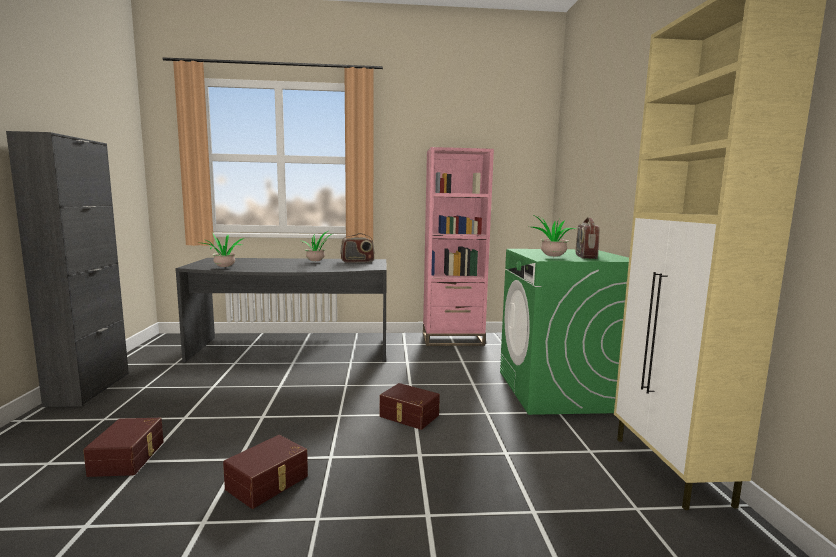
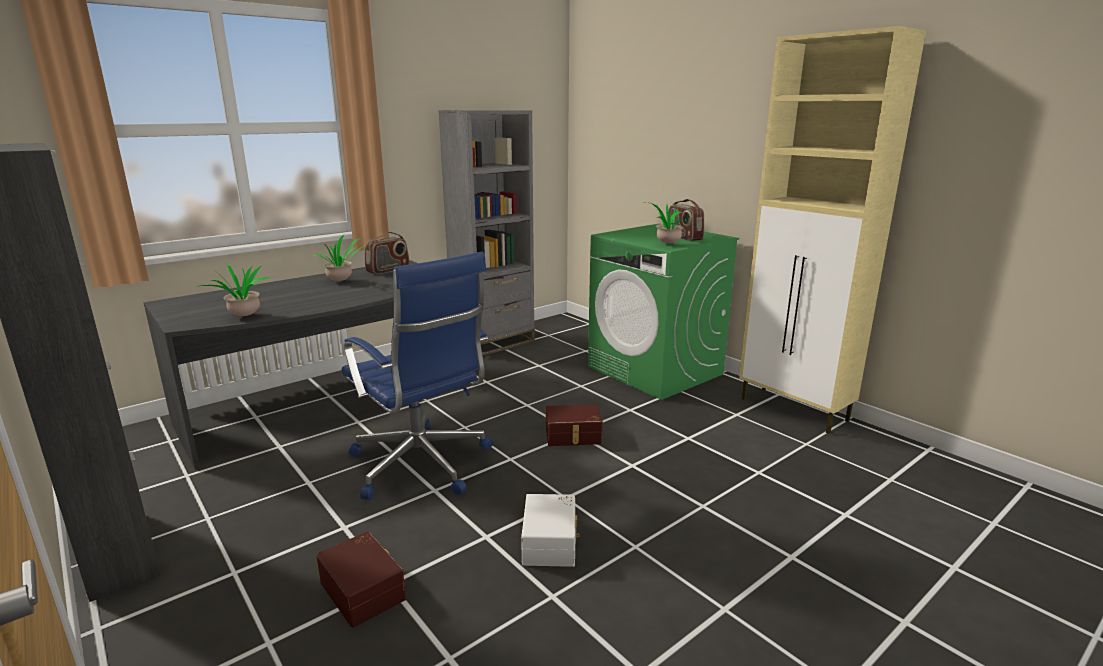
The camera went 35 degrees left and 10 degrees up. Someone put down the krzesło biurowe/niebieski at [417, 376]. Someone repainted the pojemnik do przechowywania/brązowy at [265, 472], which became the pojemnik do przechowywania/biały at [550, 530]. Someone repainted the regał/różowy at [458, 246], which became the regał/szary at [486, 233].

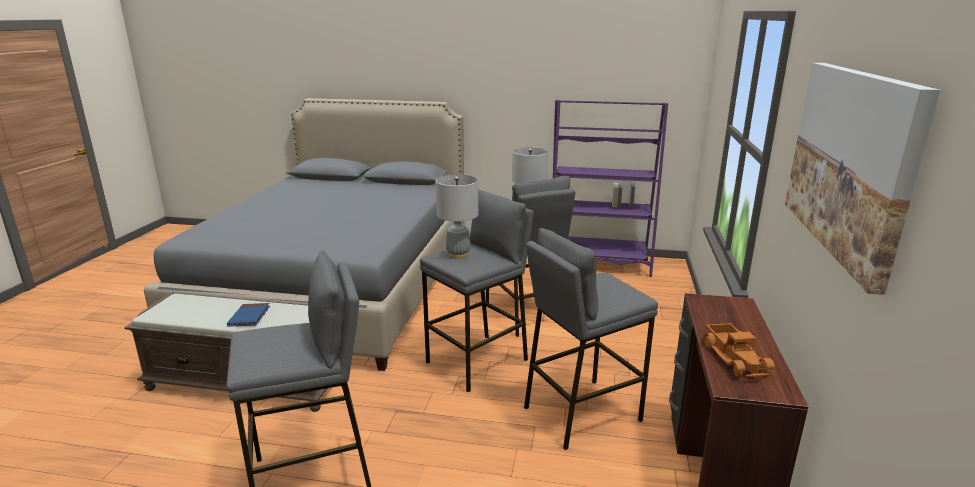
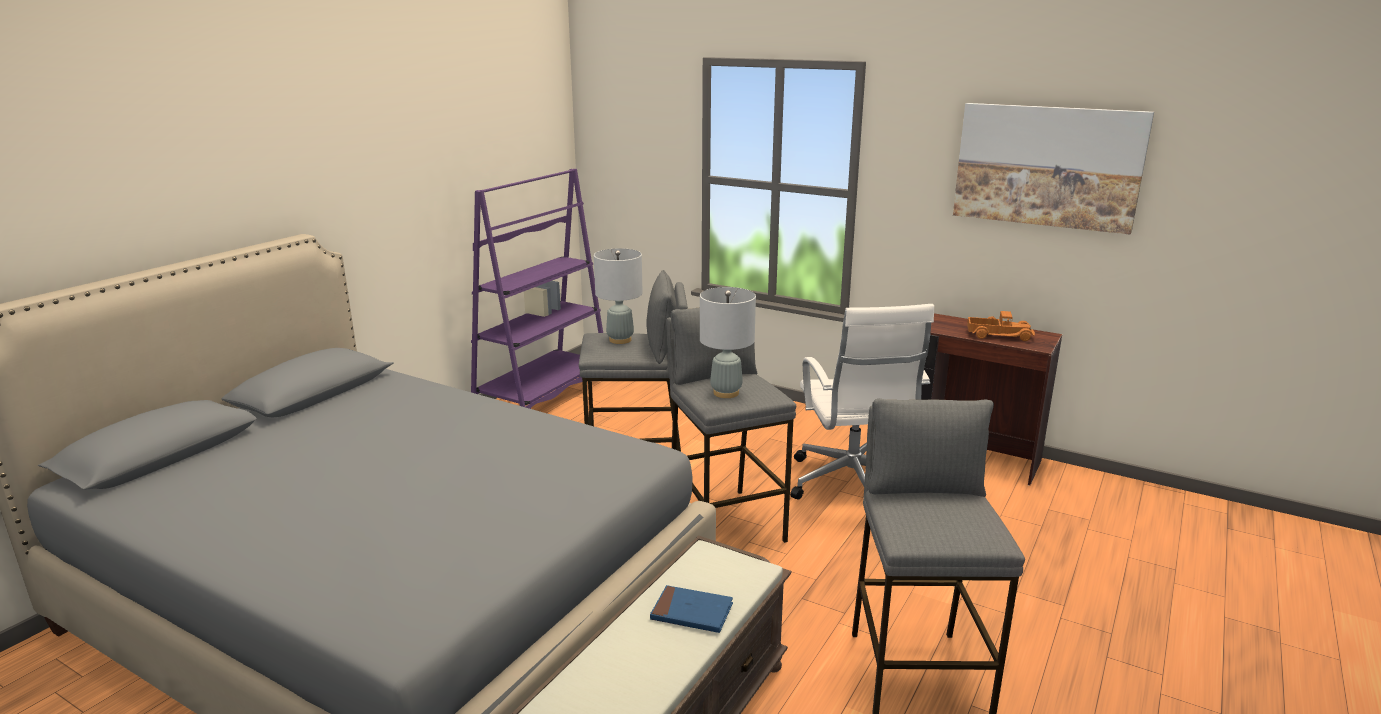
The camera went 70 degrees left and 0 degrees up. Someone swapped the stołek/szary at [591, 339] for the krzesło biurowe/biały at [862, 402].

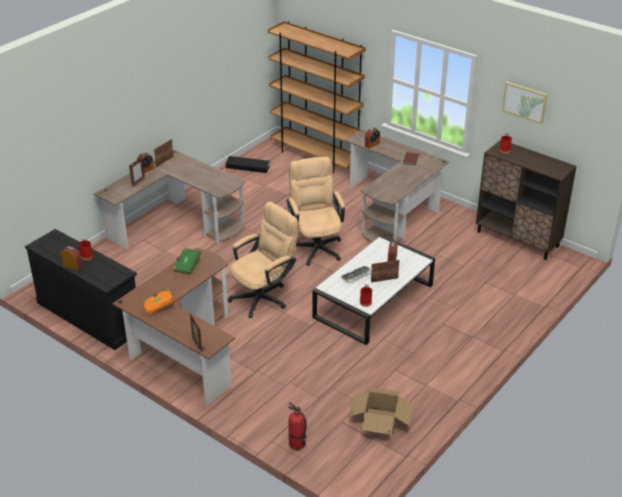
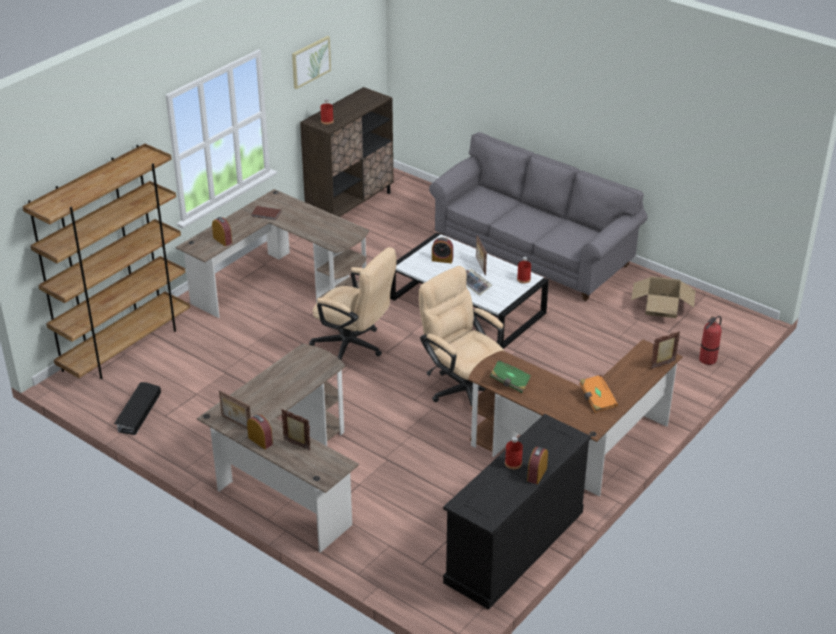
The camera went 90 degrees left and 0 degrees up. Someone put down the kanapa/szary at [538, 216]. Someone rotated the krzesło biurowe/beżowy at [316, 211] by 135 degrees counterclockwise.

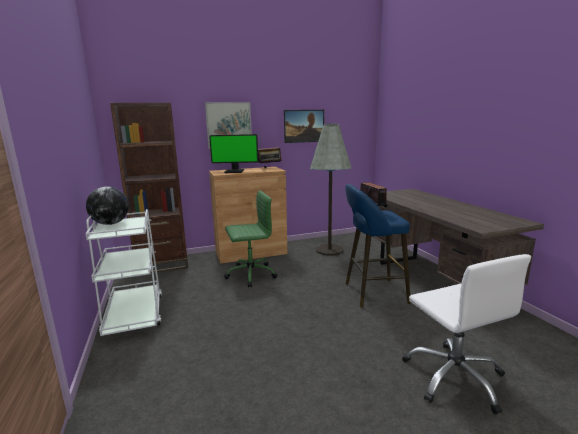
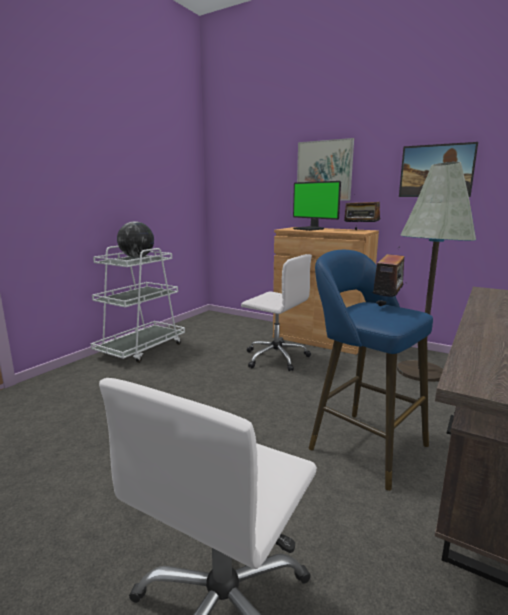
The camera went 50 degrees right and 0 degrees up. Someone took away the regał/brązowy at [149, 188]. Someone repainted the krzesło biurowe/zielony at [250, 239], which became the krzesło biurowe/biały at [276, 313].

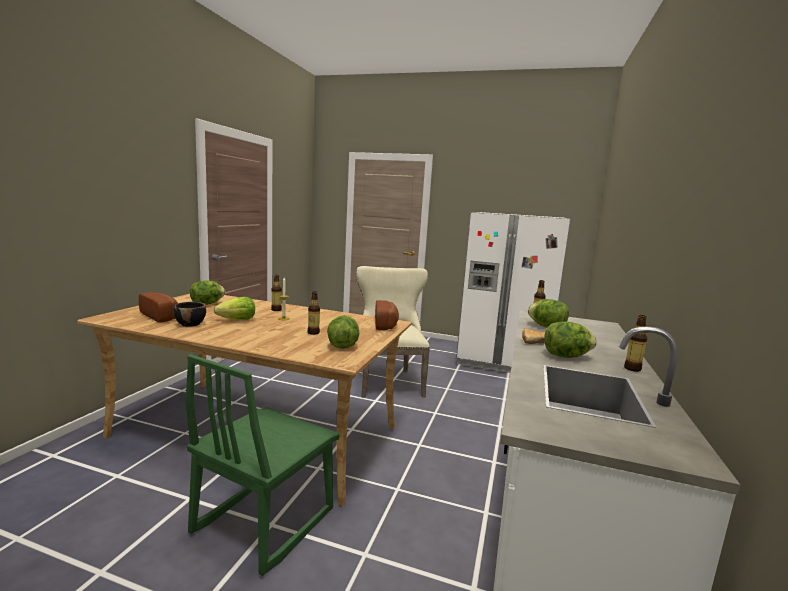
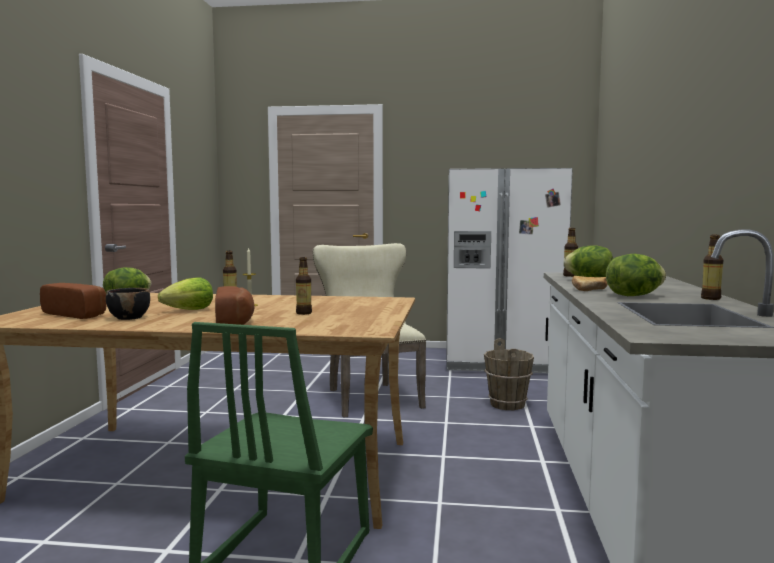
The camera went 10 degrees left and 5 degrees down. Someone took away the sałata at [343, 332]. Someone put down the wiadro/brązowy at [509, 374]. Someone carried the chleb from [387, 315] to [235, 305].

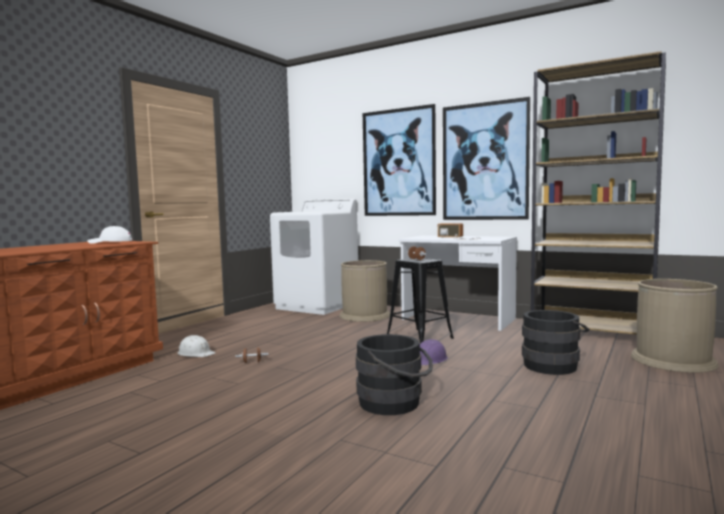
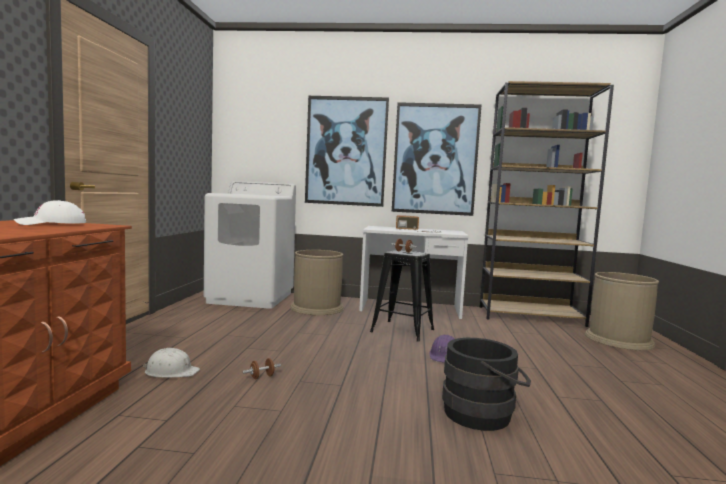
The camera went 25 degrees left and 0 degrees up. Someone took away the wiadro/czarny at [556, 342].

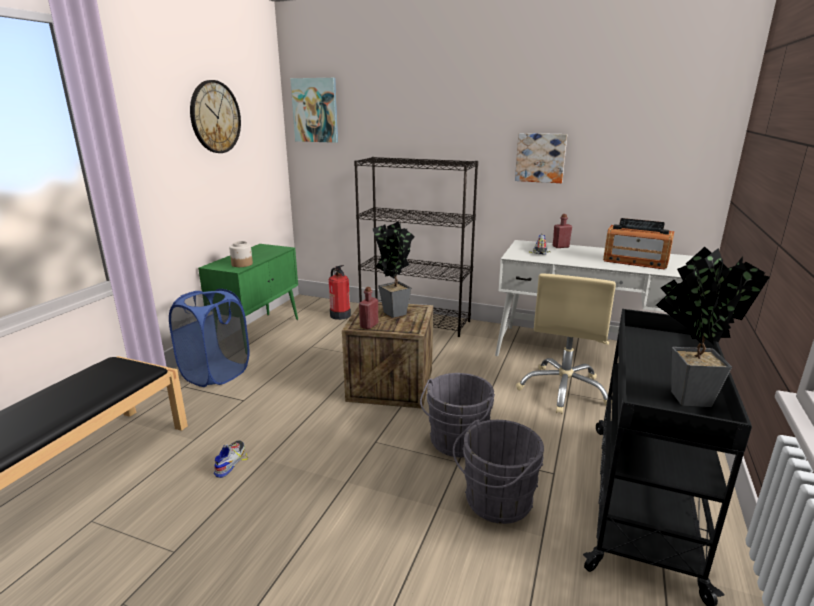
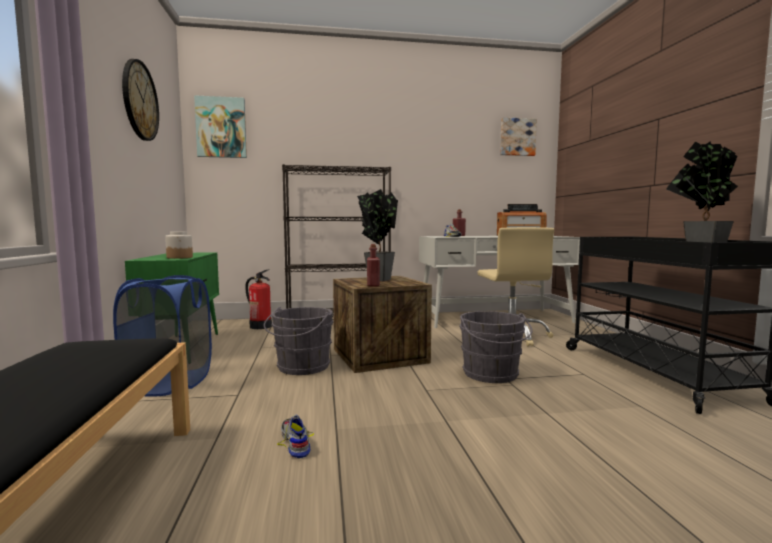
The camera went 30 degrees left and 15 degrees down. Someone carried the wiadro/szary from [498, 472] to [299, 341]. Someone carried the obraz from [541, 158] to [518, 136].

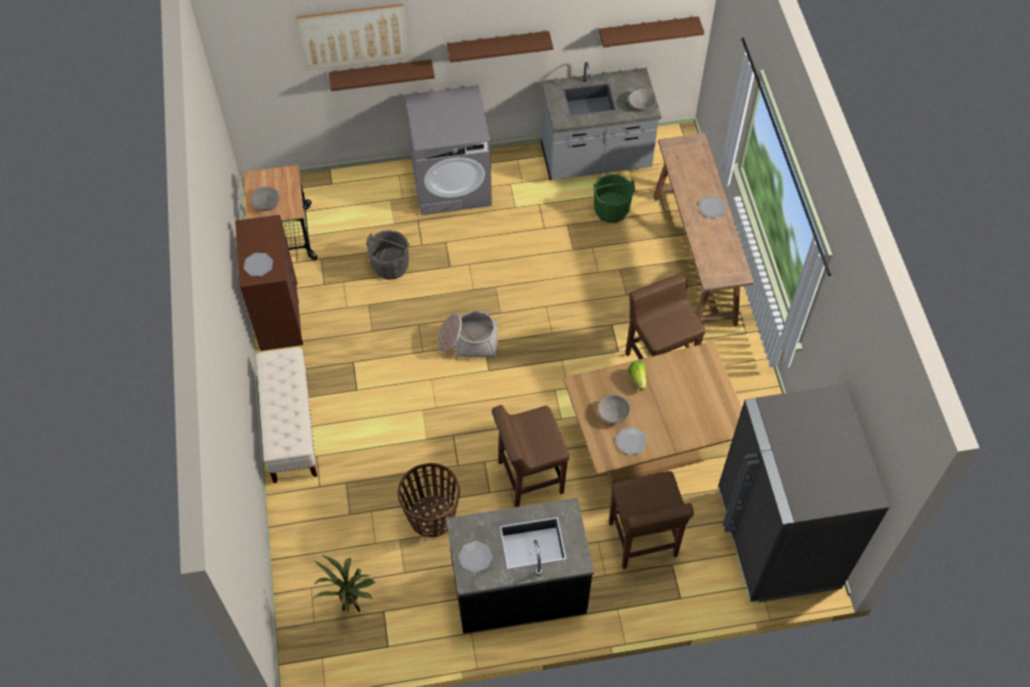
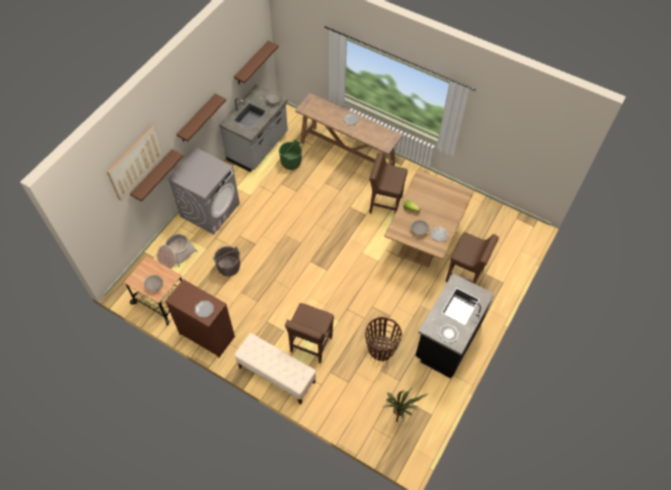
The camera went 50 degrees left and 0 degrees up. Someone took away the lodówka/szary at [804, 493]. Someone carried the koszyk from [467, 335] to [177, 251]. Someone carried the stołek/brązowy from [530, 456] to [309, 333].

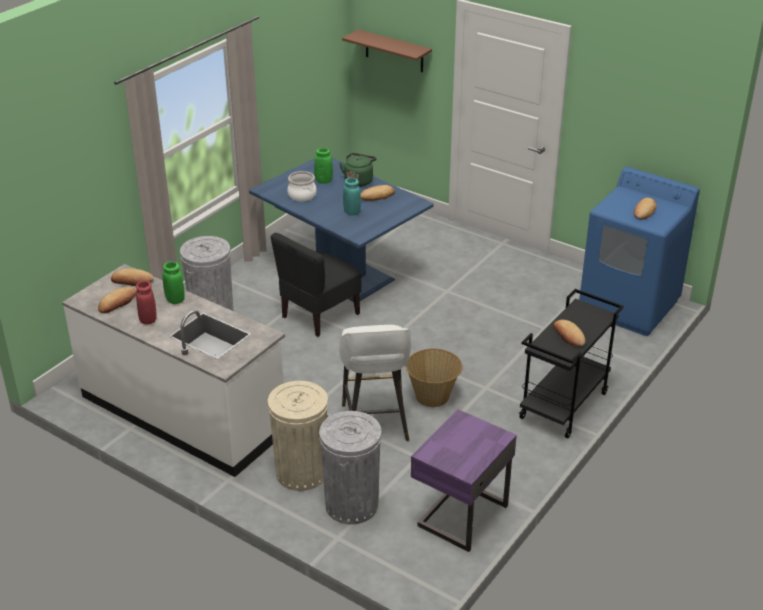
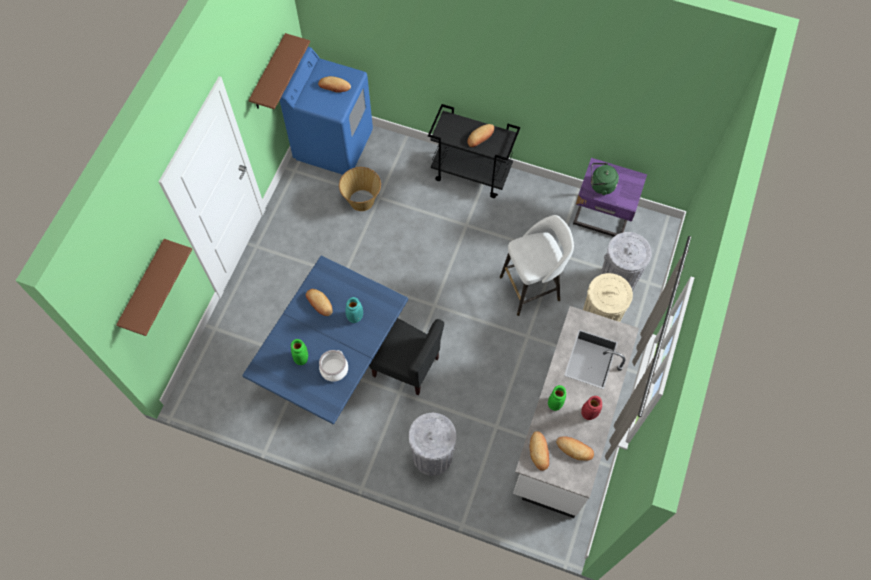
The camera went 105 degrees left and 30 degrees up. Someone put up the półka/brązowy at [279, 71]. Someone carried the czajnik/zielony from [358, 170] to [605, 179]. Someone carried the koszyk from [434, 378] to [360, 189].

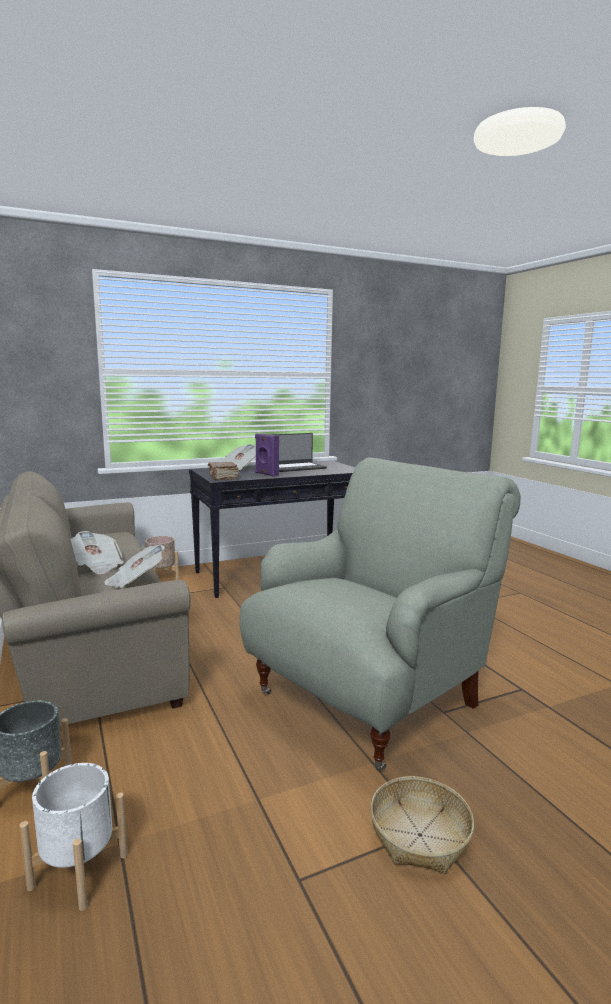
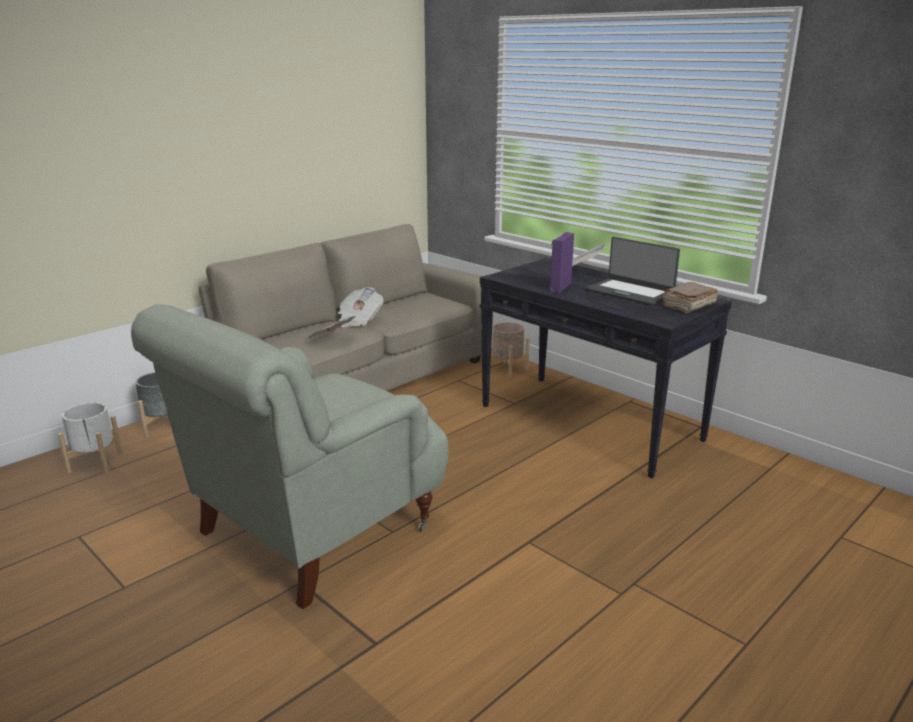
The camera went 70 degrees right and 10 degrees up. Someone took away the koszyk at [422, 825]. Someone carried the książka/brązowy from [223, 471] to [690, 297]. Someone rotated the fotel/szary at [380, 613] by 105 degrees clockwise.

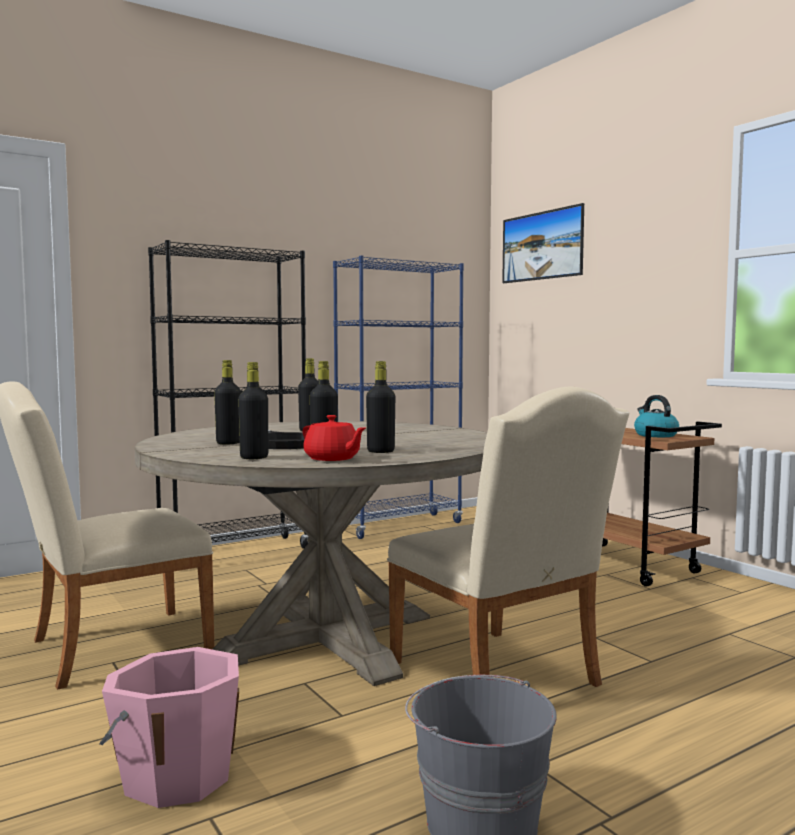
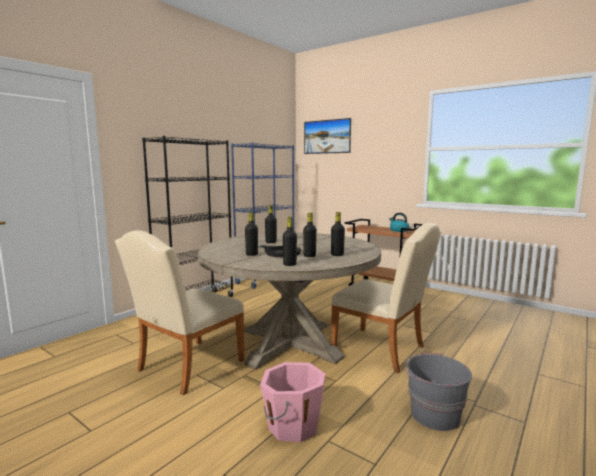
The camera went 20 degrees left and 5 degrees up. Someone took away the imbryk/czerwony at [334, 438].

